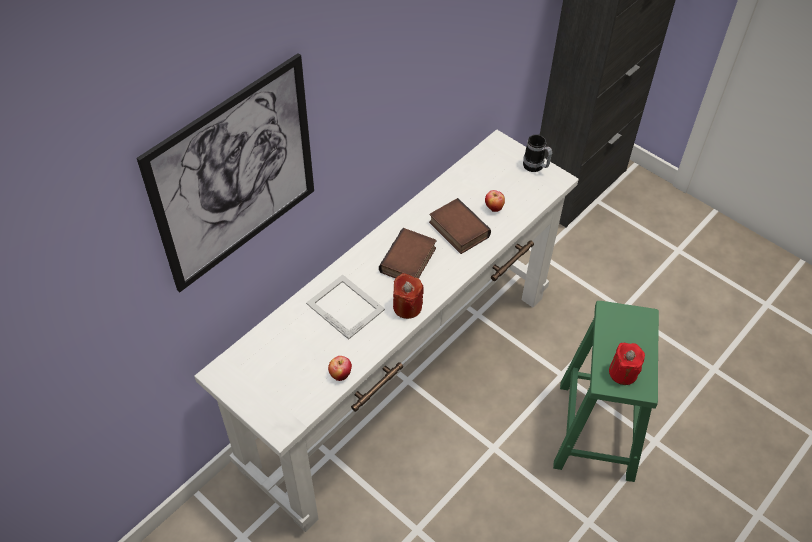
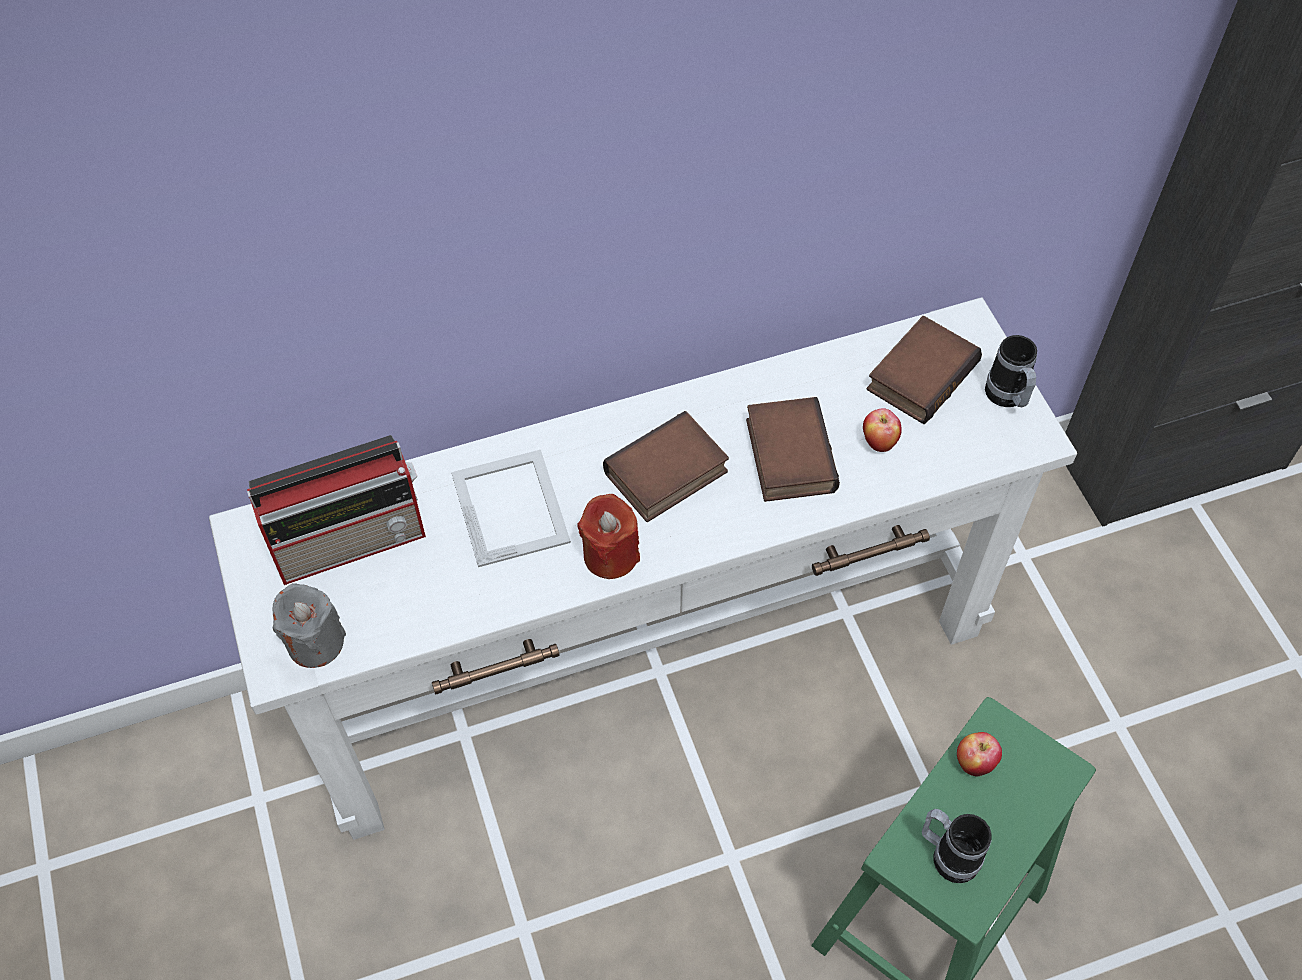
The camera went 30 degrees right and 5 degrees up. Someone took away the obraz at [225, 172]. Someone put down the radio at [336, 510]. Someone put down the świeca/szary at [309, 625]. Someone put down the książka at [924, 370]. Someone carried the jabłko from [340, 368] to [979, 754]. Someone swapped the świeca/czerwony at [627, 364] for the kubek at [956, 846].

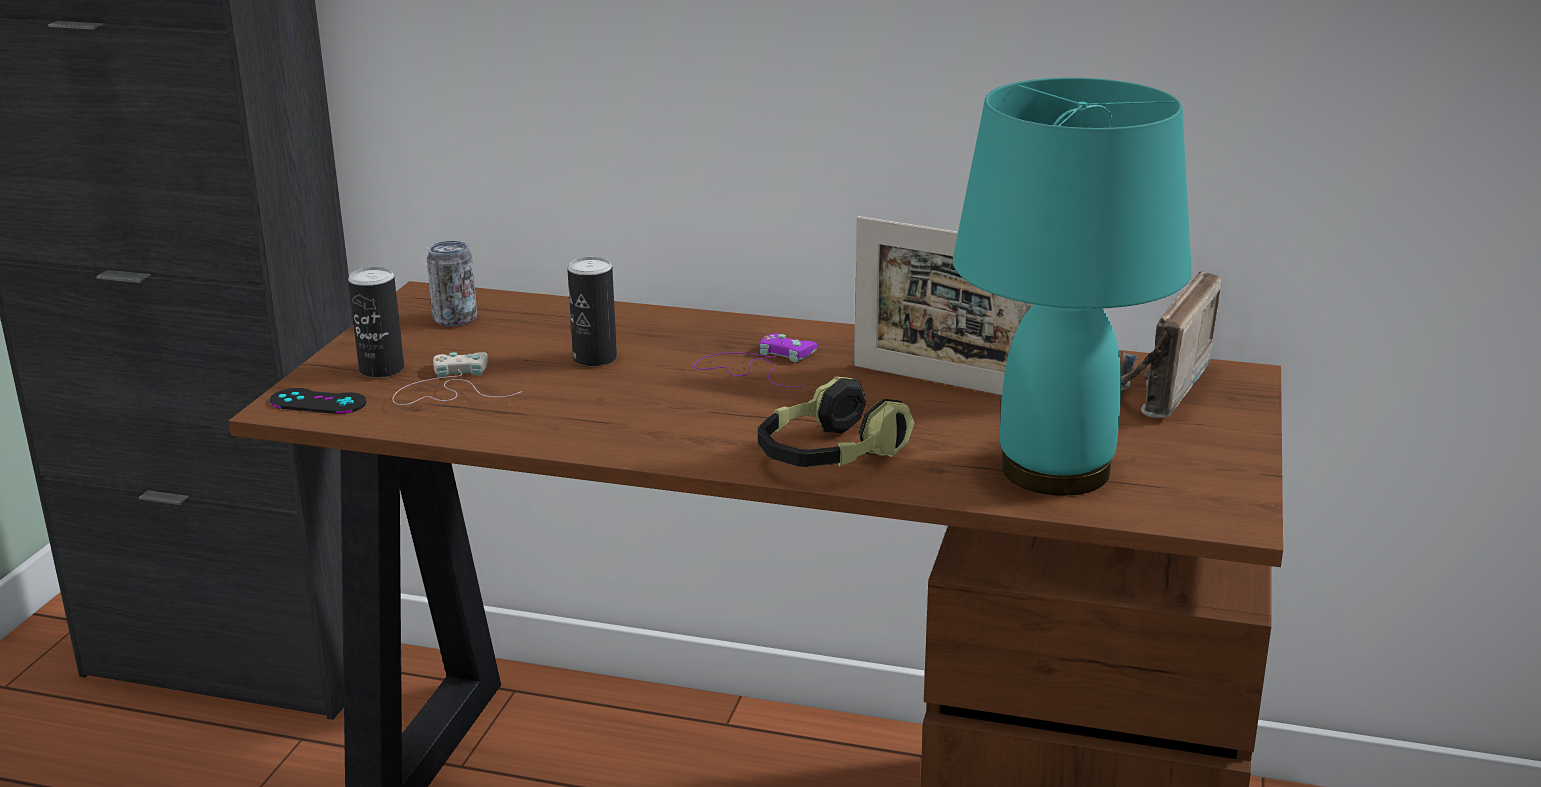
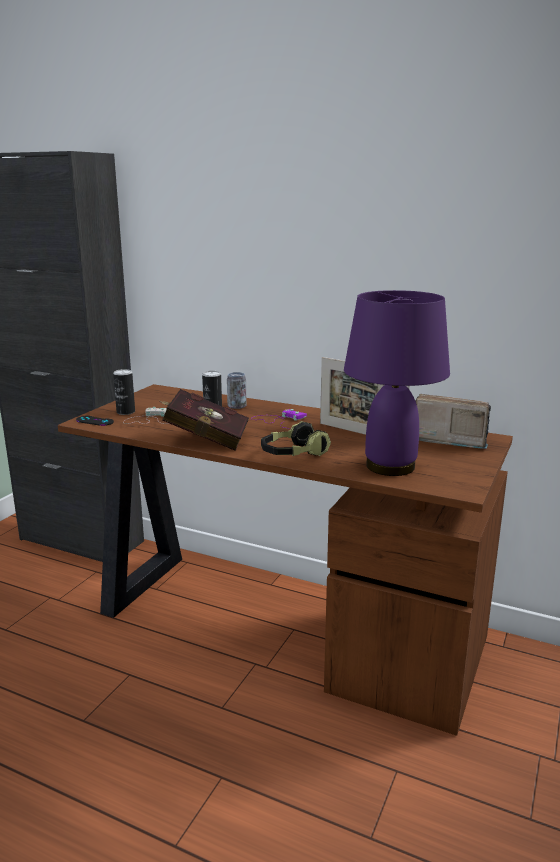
The camera went 10 degrees right and 5 degrees down. Someone put down the książka/czerwony at [204, 420]. Someone carried the puszka from [452, 284] to [237, 390]. Someone repainted the lampa stołowa/turkusowy at [1072, 287], which became the lampa stołowa/fioletowy at [397, 383]. Someone rotated the radio at [1170, 344] by 75 degrees clockwise.

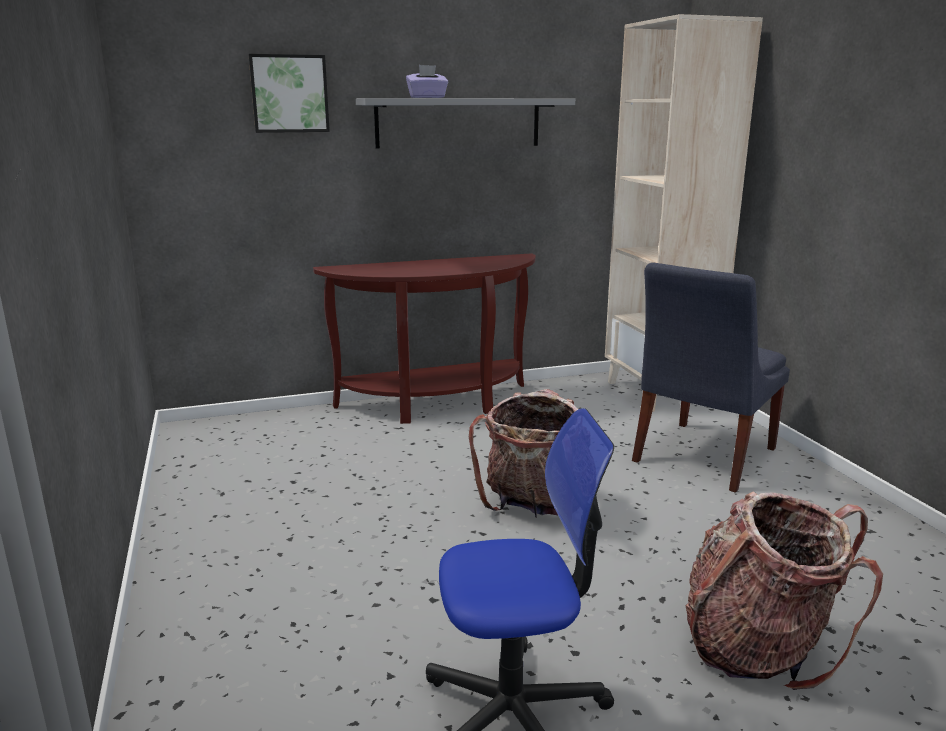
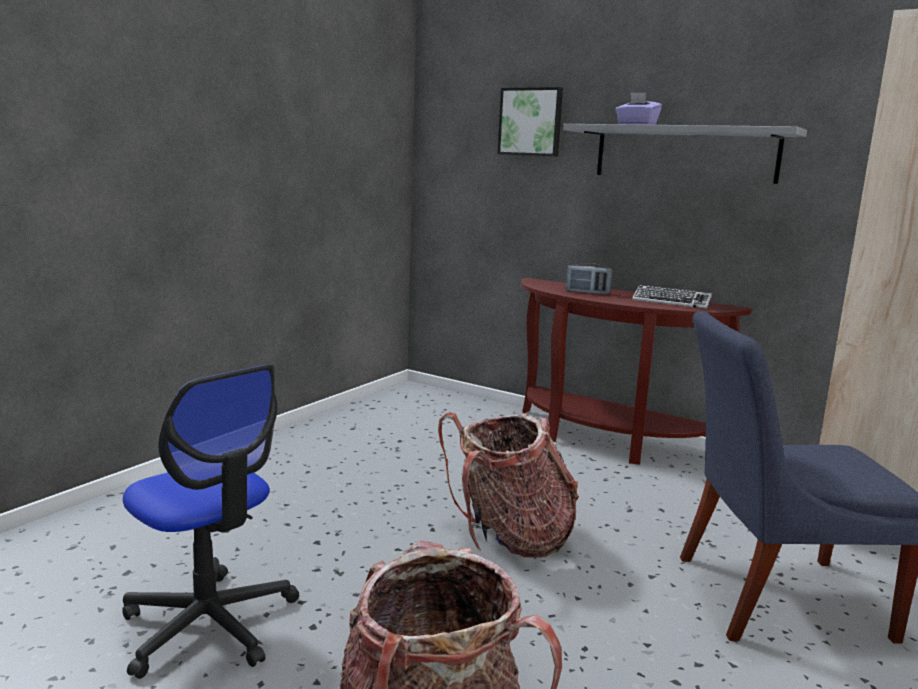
The camera went 50 degrees right and 5 degrees down. Someone put down the radio at [589, 278]. Someone put down the klawiatura at [672, 297].

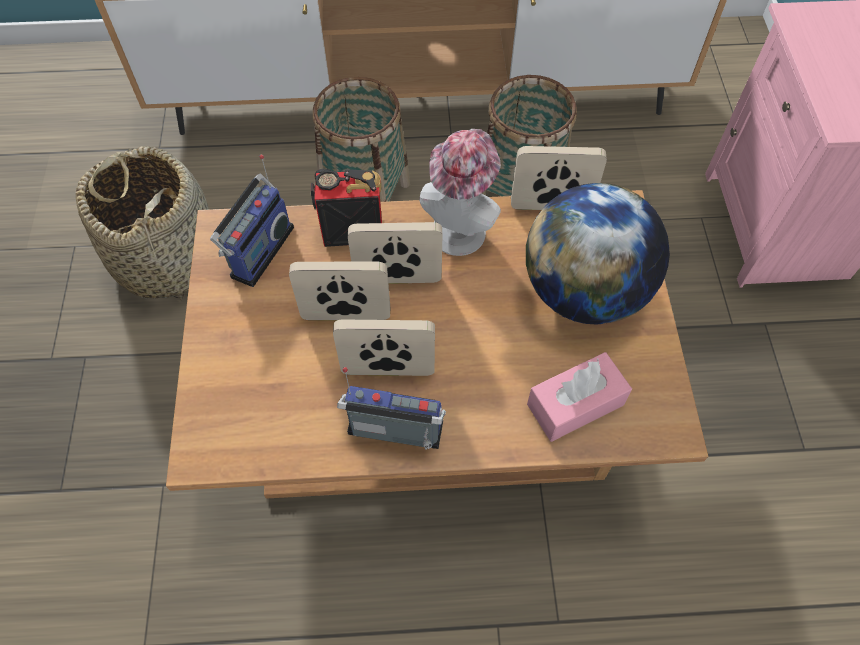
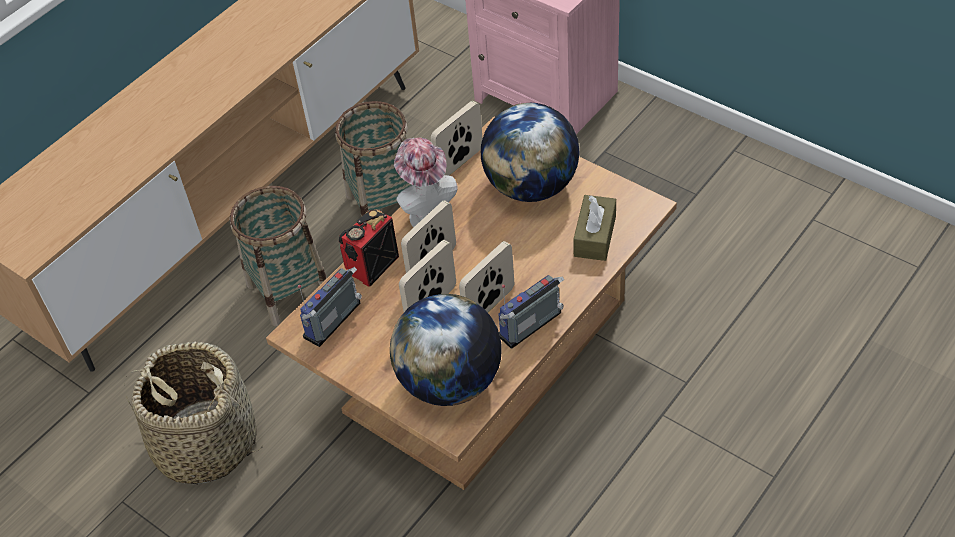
The camera went 45 degrees left and 10 degrees down. Someone put down the globus at [445, 350]. Someone repainted the pudełko chusteczek/różowy at [579, 397], which became the pudełko chusteczek/brązowy at [594, 228]. Someone rotated the radio at [252, 221] by 120 degrees counterclockwise.

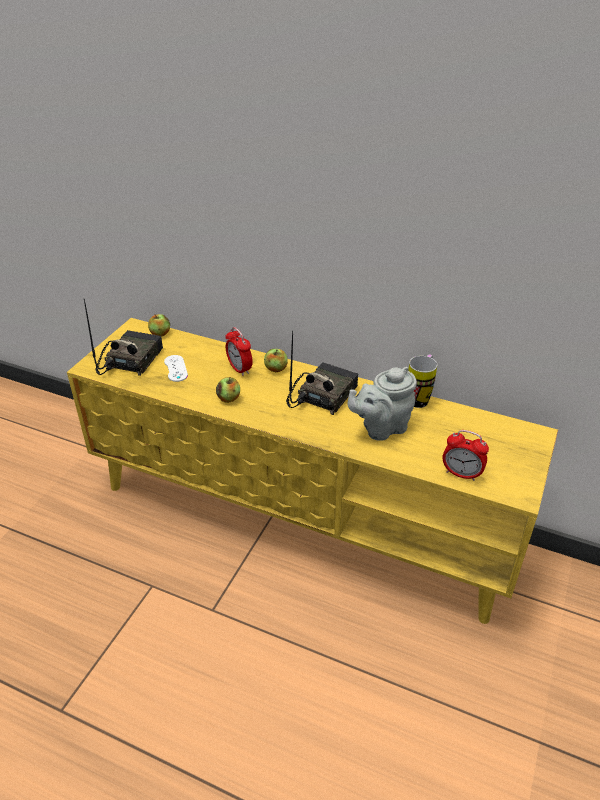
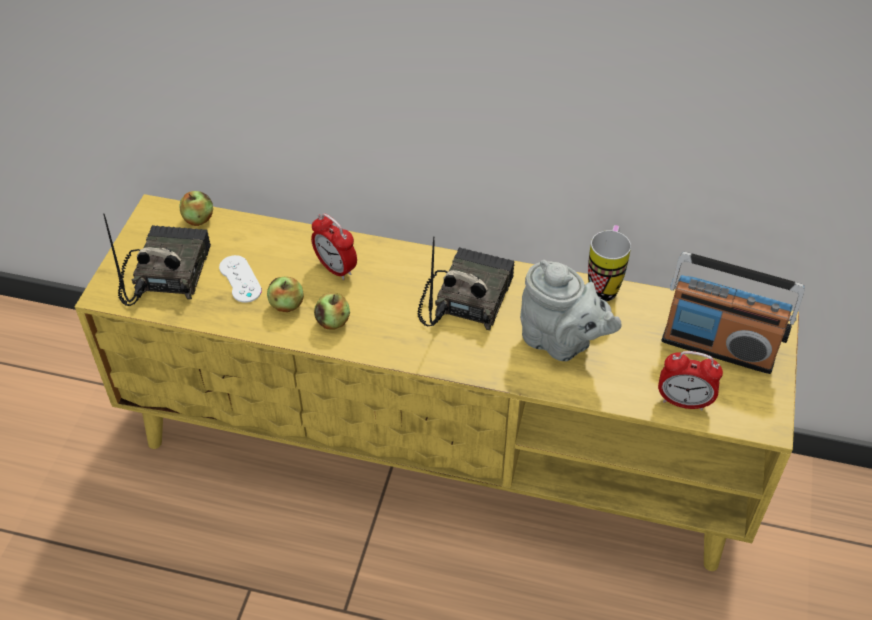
The camera went 10 degrees left and 10 degrees up. Someone put down the radio at [733, 313]. Someone carried the jabłko from [276, 360] to [285, 294]. Someone rotated the imbryk/szary at [382, 404] by 105 degrees counterclockwise.

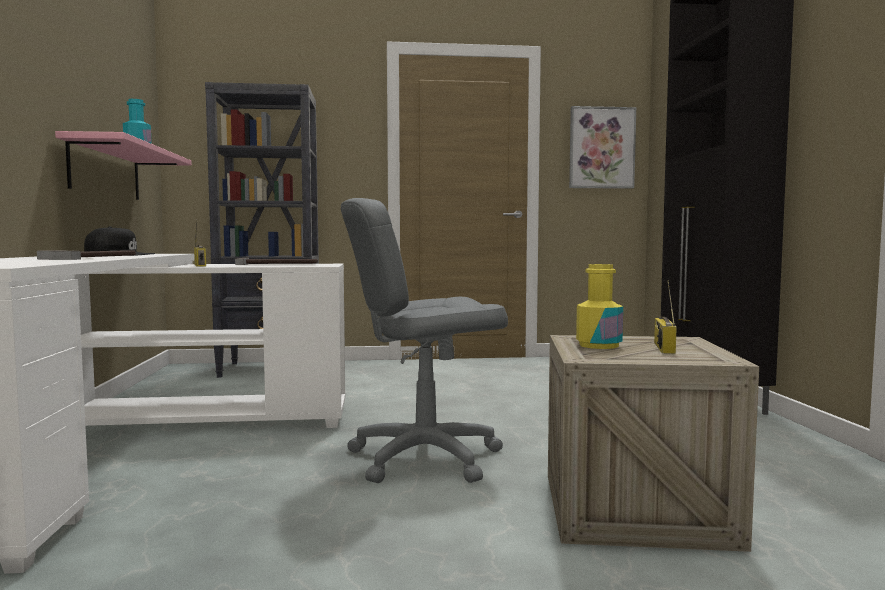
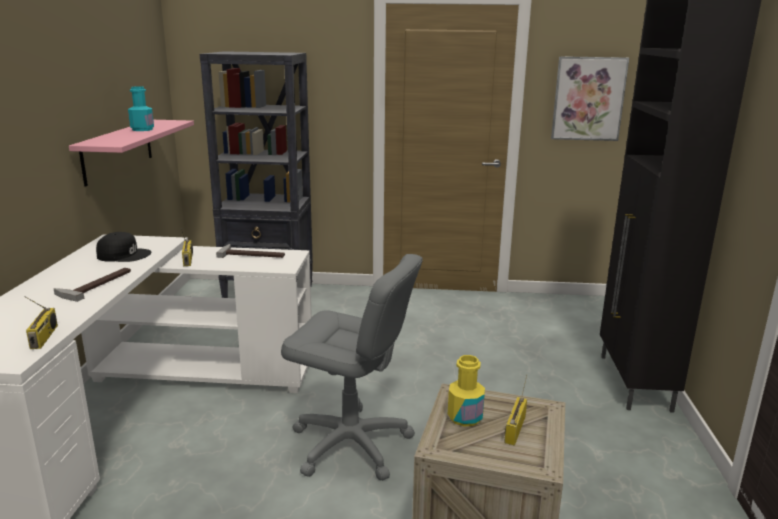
The camera went 10 degrees right and 15 degrees up. Someone put down the radio at [41, 322]. Someone rotated the krzesło biurowe/szary at [424, 340] by 150 degrees counterclockwise.

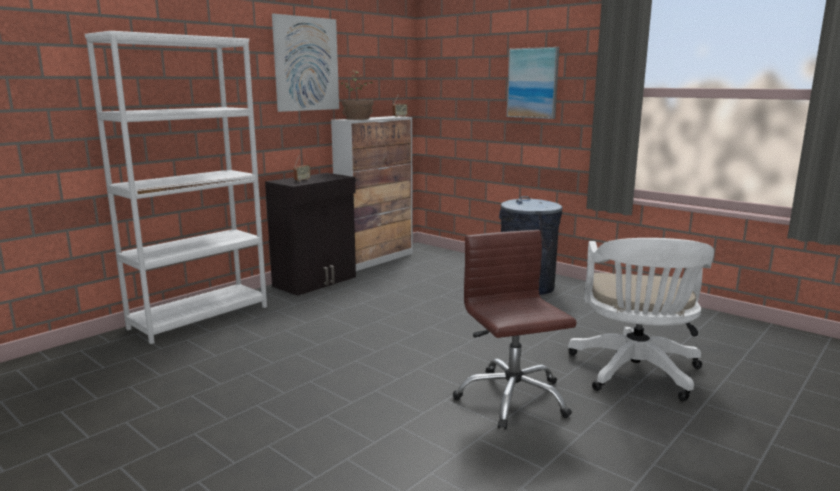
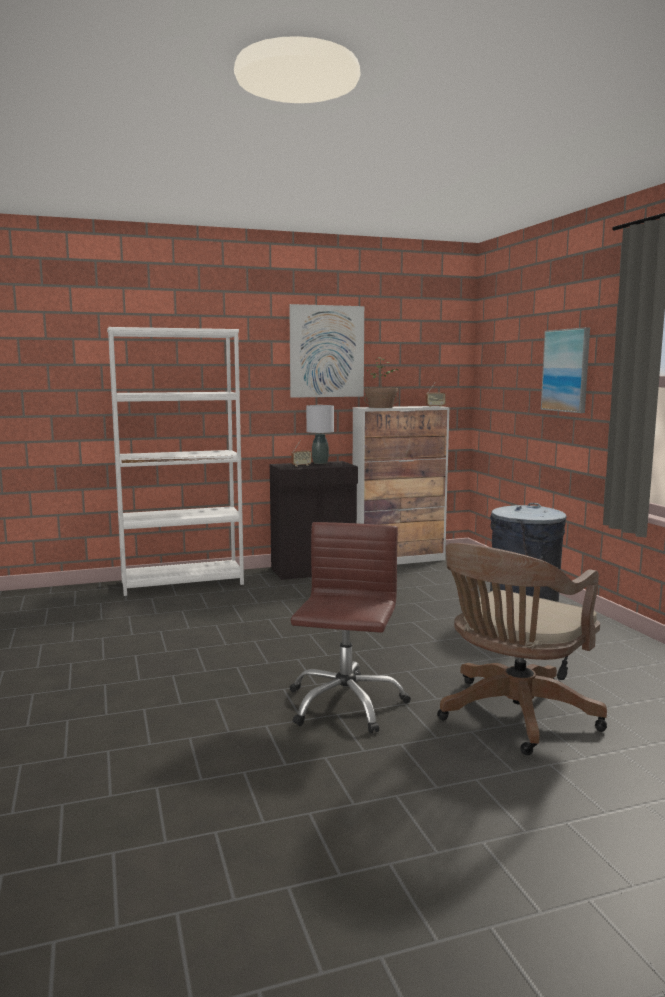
The camera went 30 degrees right and 5 degrees down. Someone put down the lampa stołowa/szary at [320, 434]. Someone repainted the krzesło biurowe/biały at [641, 319], which became the krzesło biurowe/brązowy at [522, 649].

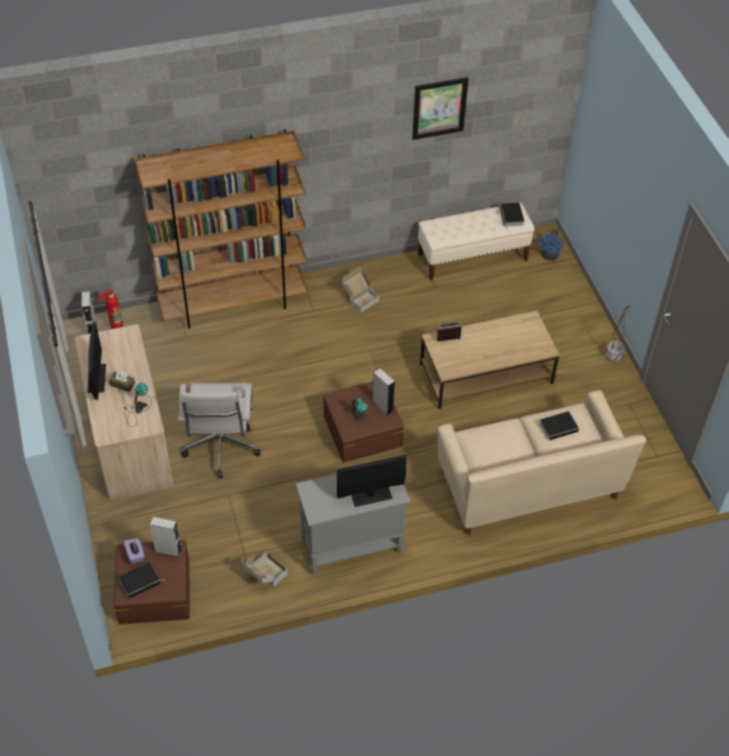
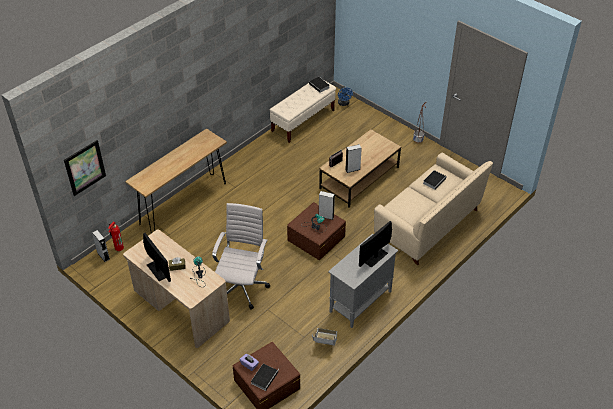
The camera went 30 degrees left and 5 degrees down. Someone took away the karton at [360, 290]. Someone carried the głośnik/szary from [166, 537] to [353, 158]. Someone carried the obraz from [440, 108] to [85, 168]. Someone swapped the regał/brązowy at [221, 229] for the stolik konsolowy/brązowy at [176, 180]. Someone rotated the krzesło biurowe/biały at [219, 431] by 135 degrees counterclockwise.

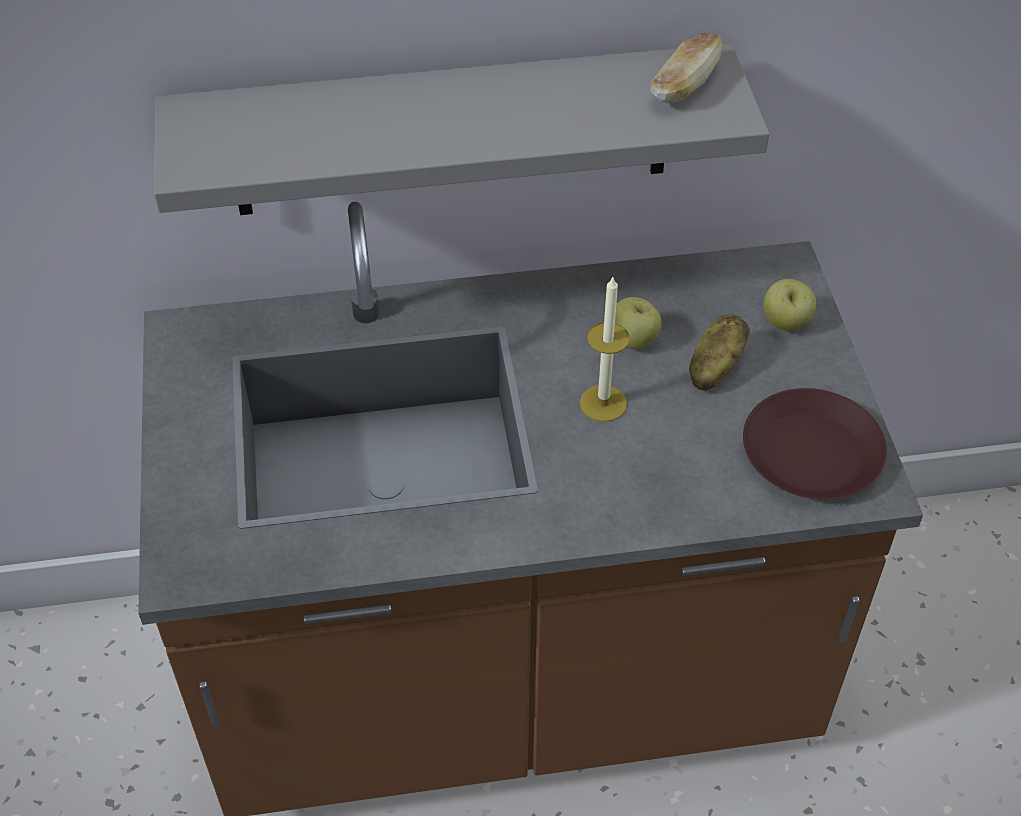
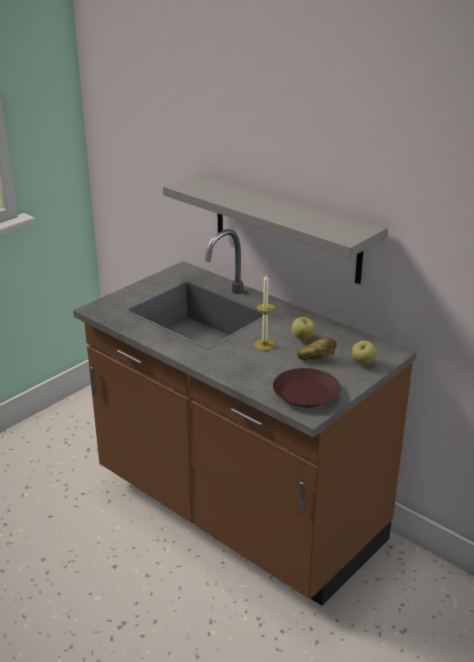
The camera went 50 degrees right and 20 degrees down. Someone took away the chleb at [686, 67].

